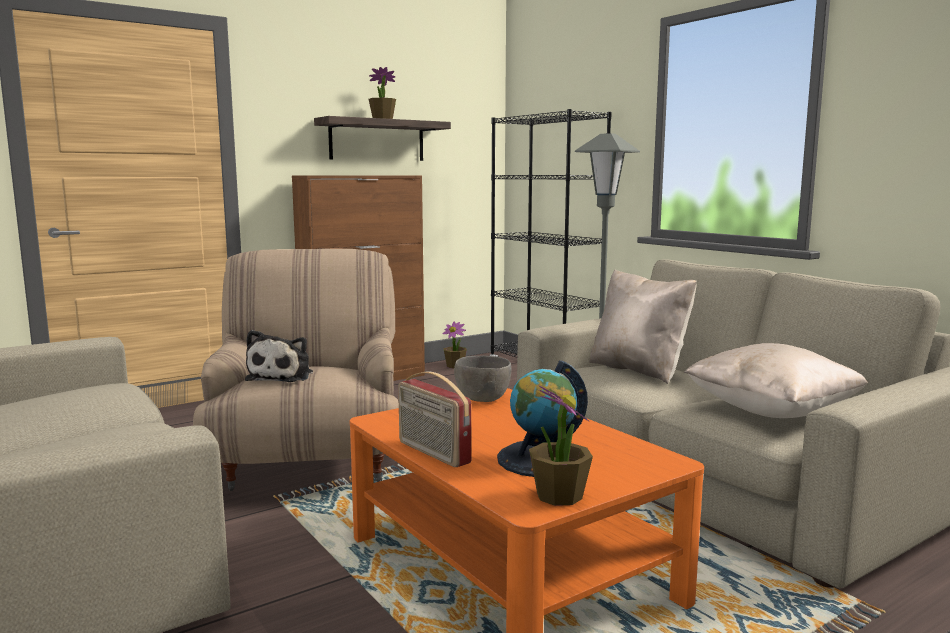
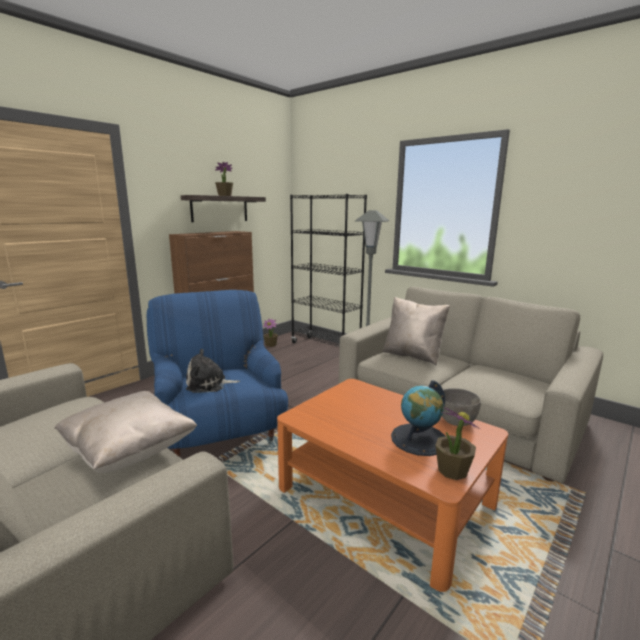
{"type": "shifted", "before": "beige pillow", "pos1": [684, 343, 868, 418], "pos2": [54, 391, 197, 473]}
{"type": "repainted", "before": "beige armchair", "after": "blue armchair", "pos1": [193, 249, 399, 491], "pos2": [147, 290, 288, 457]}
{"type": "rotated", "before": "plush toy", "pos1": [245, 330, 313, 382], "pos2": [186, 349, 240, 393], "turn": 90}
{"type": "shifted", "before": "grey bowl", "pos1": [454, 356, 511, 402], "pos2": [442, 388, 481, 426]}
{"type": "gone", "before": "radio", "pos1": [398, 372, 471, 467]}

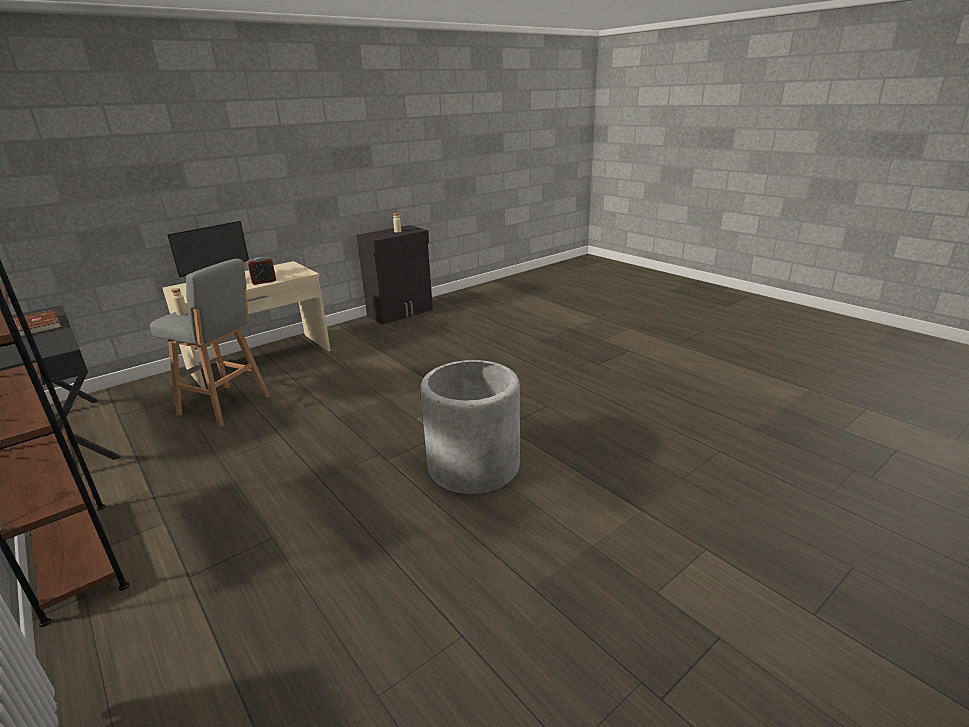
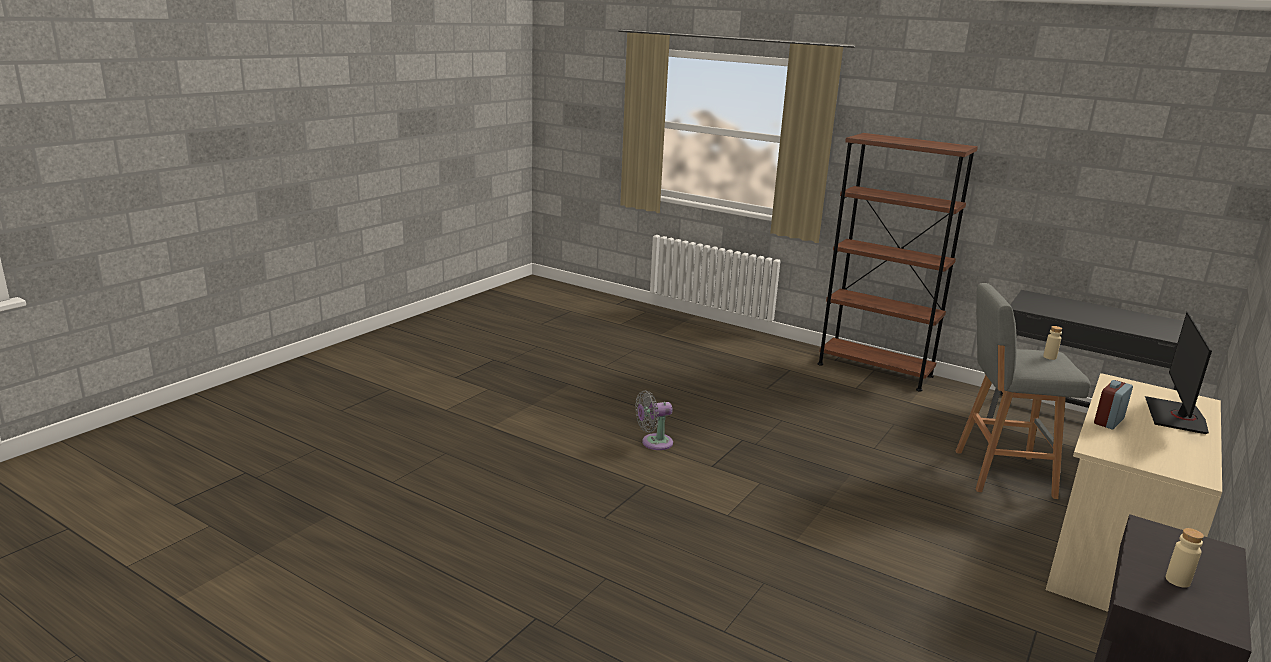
{"type": "swapped", "before": "grey planter", "after": "grey fan", "pos1": [420, 360, 520, 494], "pos2": [635, 390, 673, 450]}
{"type": "gone", "before": "brown book", "pos1": [14, 310, 61, 337]}

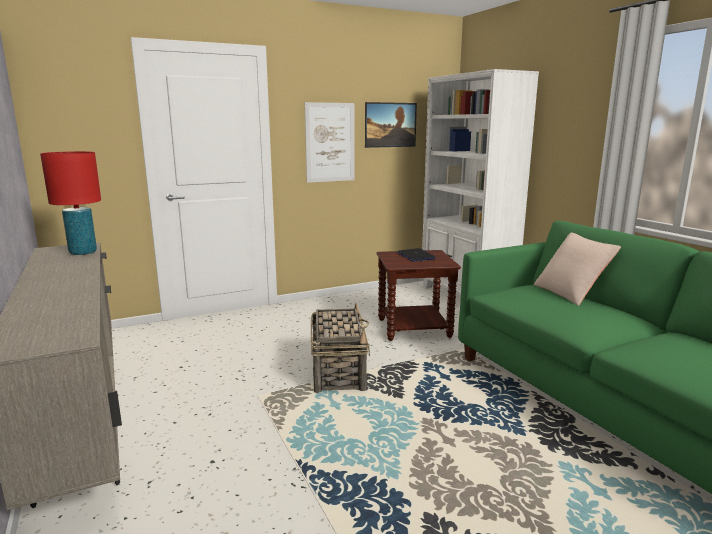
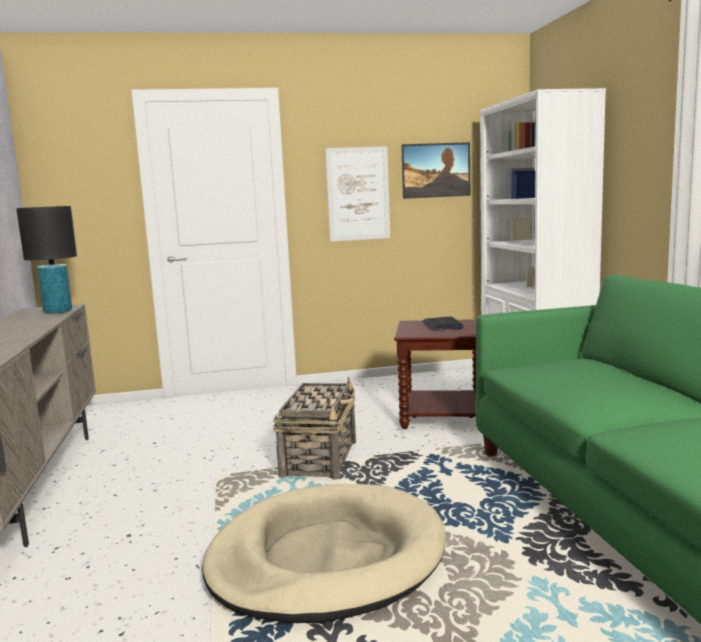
{"type": "repainted", "before": "red table lamp", "after": "black table lamp", "pos1": [40, 151, 101, 255], "pos2": [16, 206, 77, 314]}
{"type": "new", "after": "beige dog bed", "pos2": [202, 484, 446, 623]}
{"type": "gone", "before": "beige pillow", "pos1": [534, 233, 621, 305]}

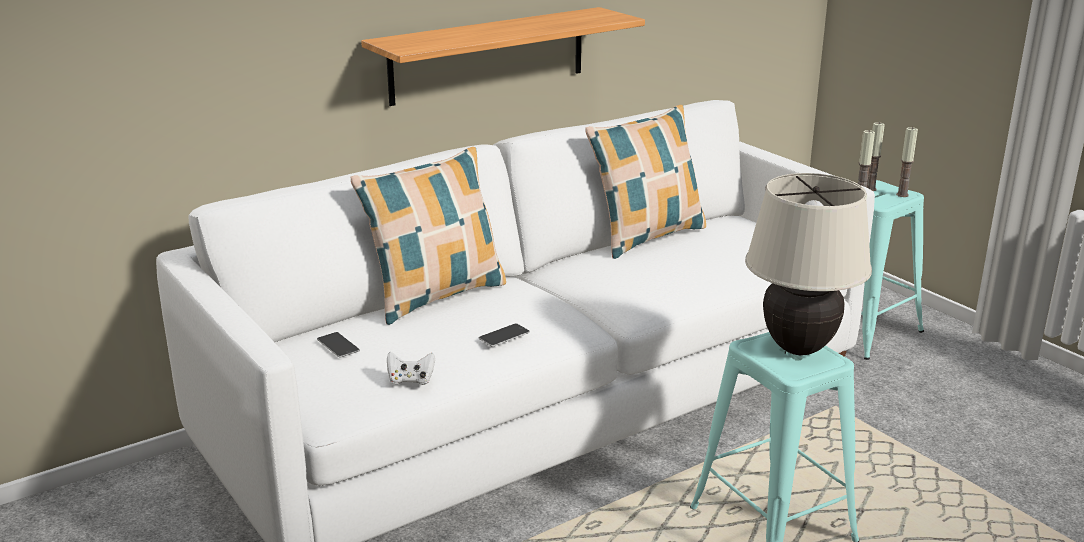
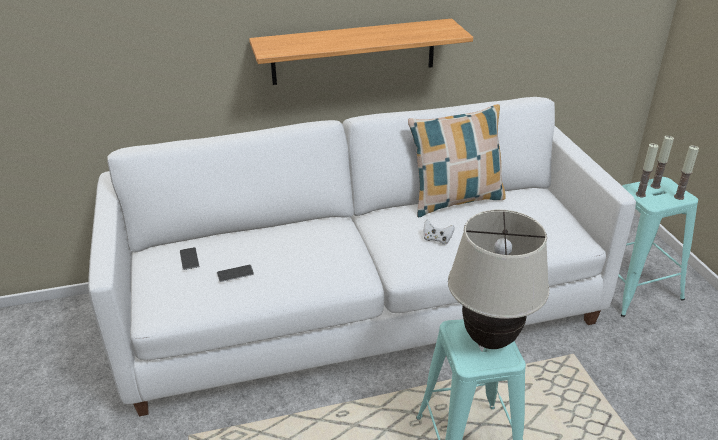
{"type": "shifted", "before": "phone", "pos1": [479, 323, 530, 347], "pos2": [217, 265, 254, 282]}
{"type": "shifted", "before": "white game controller", "pos1": [387, 352, 435, 385], "pos2": [423, 220, 455, 245]}
{"type": "gone", "before": "pillow", "pos1": [350, 147, 506, 325]}

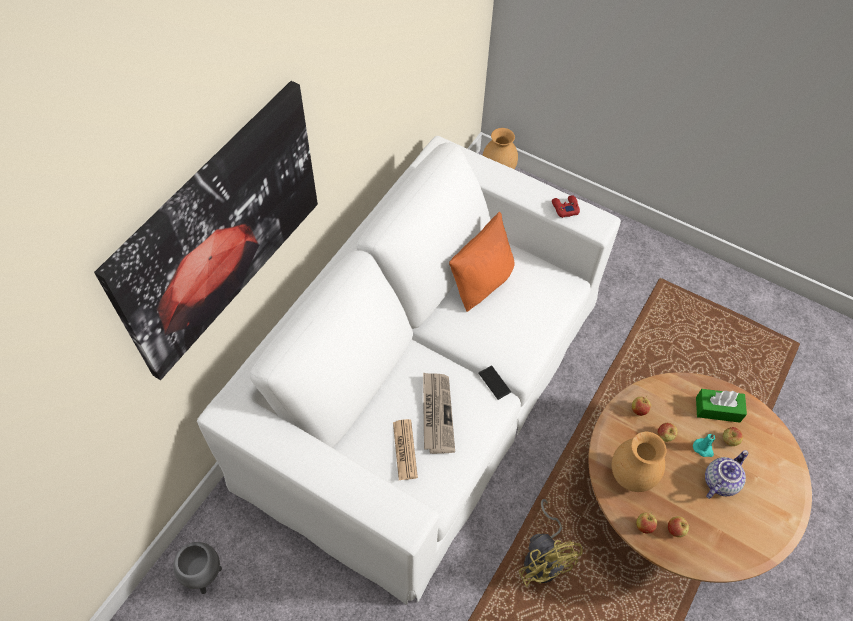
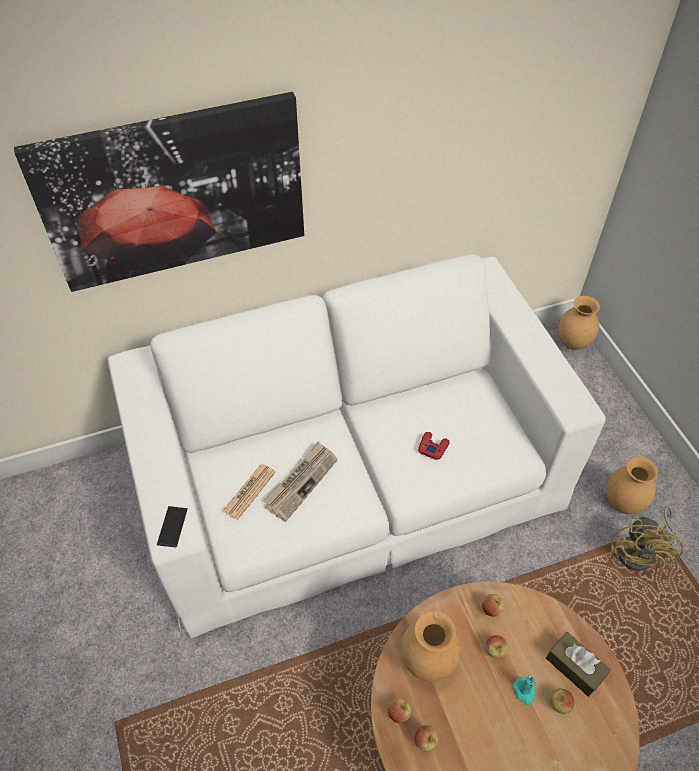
{"type": "shifted", "before": "phone", "pos1": [478, 365, 511, 400], "pos2": [157, 506, 188, 548]}
{"type": "shifted", "before": "red game controller", "pos1": [552, 195, 580, 218], "pos2": [418, 432, 450, 460]}
{"type": "repainted", "before": "green tissue box", "after": "brown tissue box", "pos1": [696, 389, 747, 423], "pos2": [546, 632, 611, 697]}
{"type": "new", "after": "brown vase", "pos2": [607, 457, 658, 514]}
{"type": "shifted", "before": "yellow fan", "pos1": [519, 499, 583, 587], "pos2": [611, 506, 684, 571]}
{"type": "gone", "before": "grey planter", "pos1": [173, 542, 222, 594]}
{"type": "gone", "before": "orange pillow", "pos1": [449, 212, 514, 312]}
{"type": "gone", "before": "teapot", "pos1": [705, 450, 748, 499]}

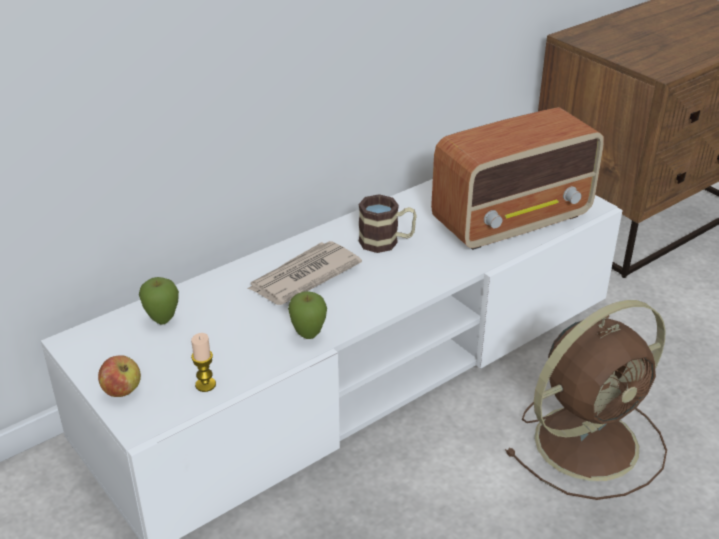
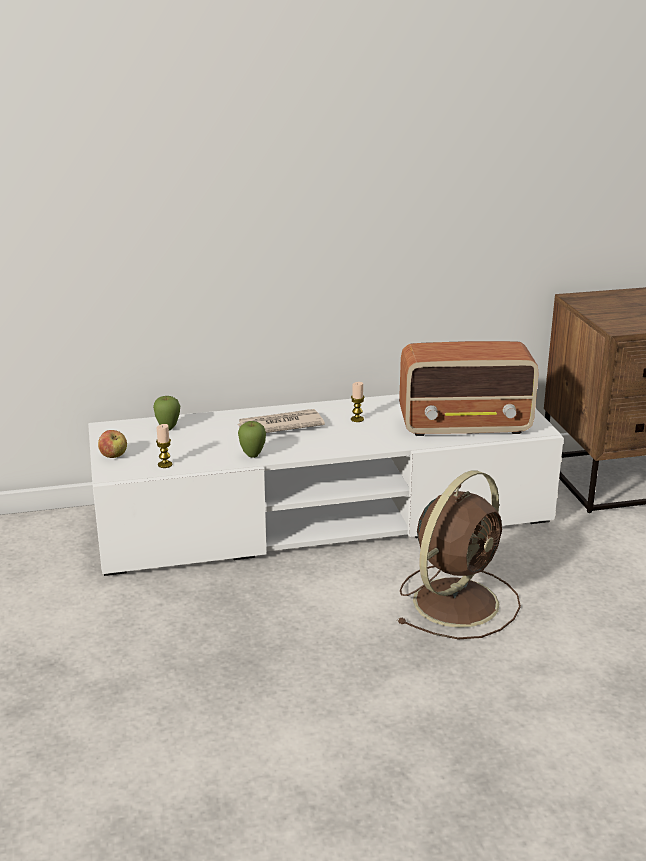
{"type": "swapped", "before": "mug", "after": "candle", "pos1": [359, 194, 417, 253], "pos2": [351, 382, 364, 422]}
{"type": "rotated", "before": "brown fan", "pos1": [505, 300, 667, 500], "pos2": [397, 471, 521, 639], "turn": -45}

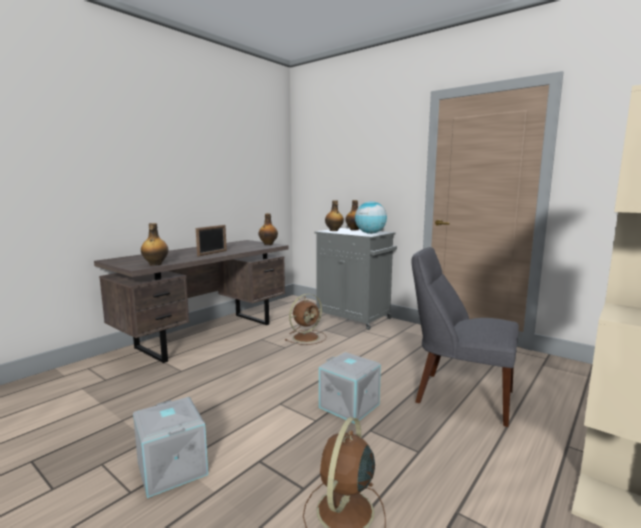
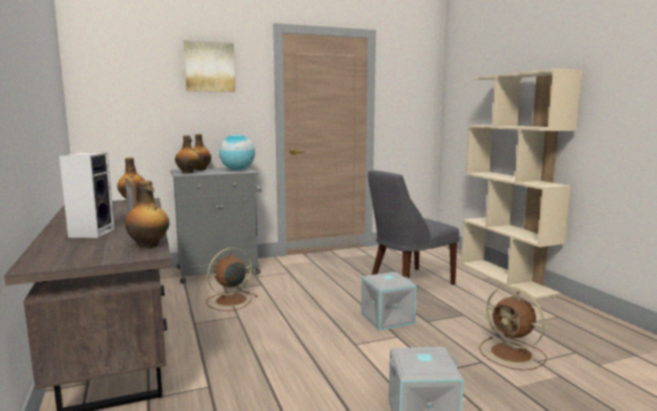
{"type": "new", "after": "speaker", "pos2": [59, 153, 115, 238]}
{"type": "new", "after": "picture", "pos2": [184, 40, 235, 92]}
{"type": "rotated", "before": "brown fan", "pos1": [285, 294, 327, 345], "pos2": [206, 248, 258, 311], "turn": -120}

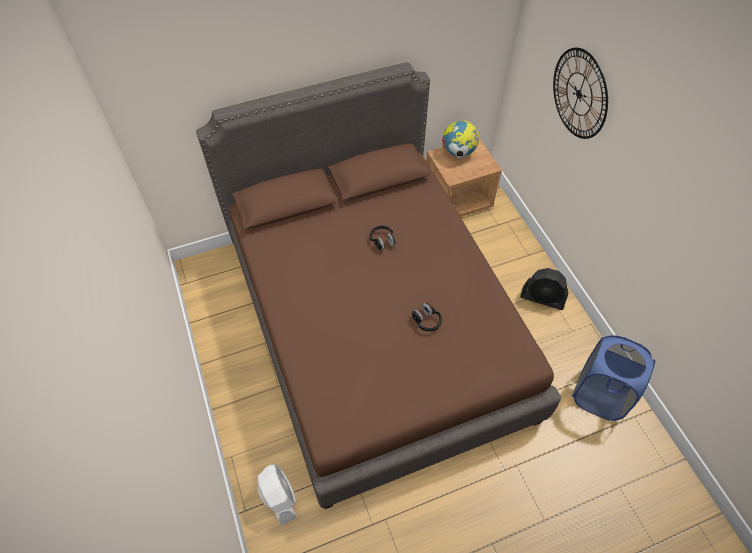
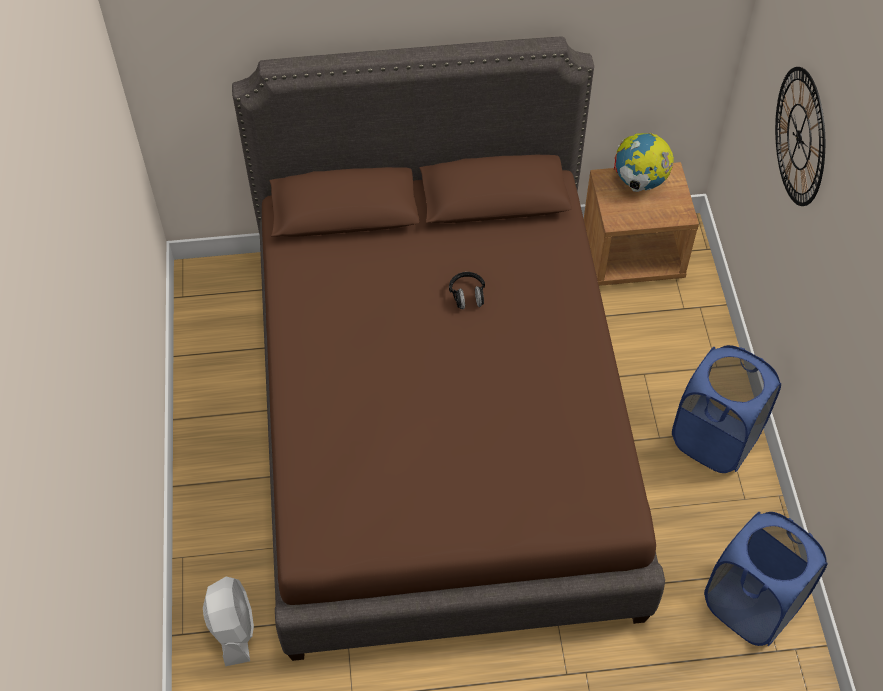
{"type": "swapped", "before": "black fan", "after": "blue laundry basket", "pos1": [520, 268, 568, 310], "pos2": [672, 345, 781, 473]}
{"type": "gone", "before": "black headphones", "pos1": [412, 303, 442, 331]}

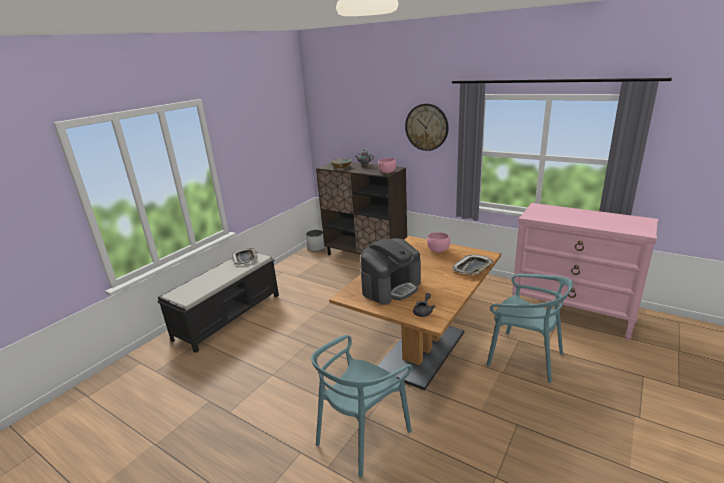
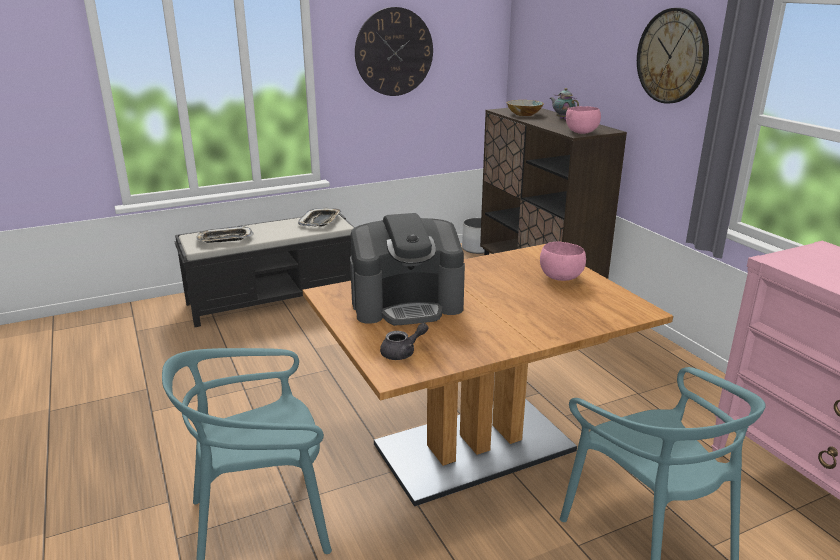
{"type": "shifted", "before": "tray", "pos1": [452, 255, 493, 274], "pos2": [196, 226, 253, 243]}
{"type": "new", "after": "wall clock", "pos2": [355, 7, 433, 96]}

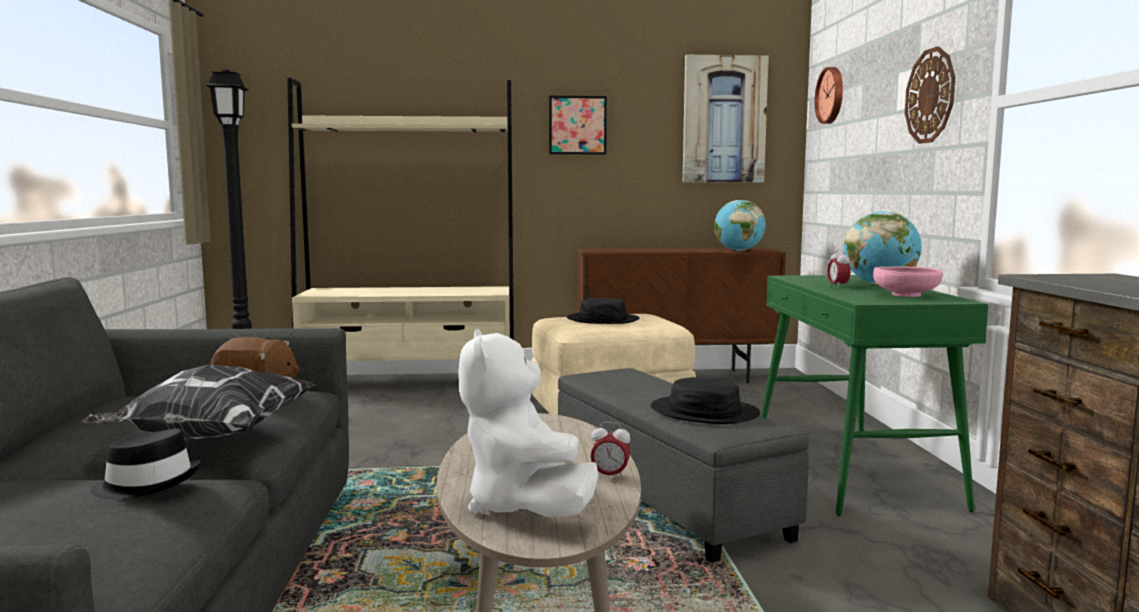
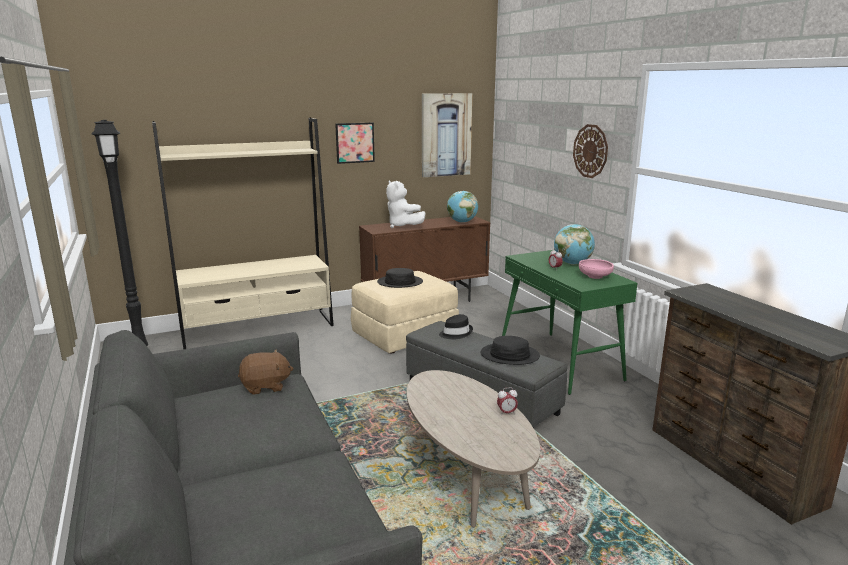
{"type": "shifted", "before": "white plush toy", "pos1": [458, 329, 599, 517], "pos2": [386, 181, 425, 228]}
{"type": "shifted", "before": "black hat", "pos1": [90, 429, 201, 500], "pos2": [439, 314, 473, 339]}
{"type": "gone", "before": "pillow", "pos1": [82, 364, 315, 439]}
{"type": "gone", "before": "wall clock", "pos1": [815, 67, 843, 124]}

